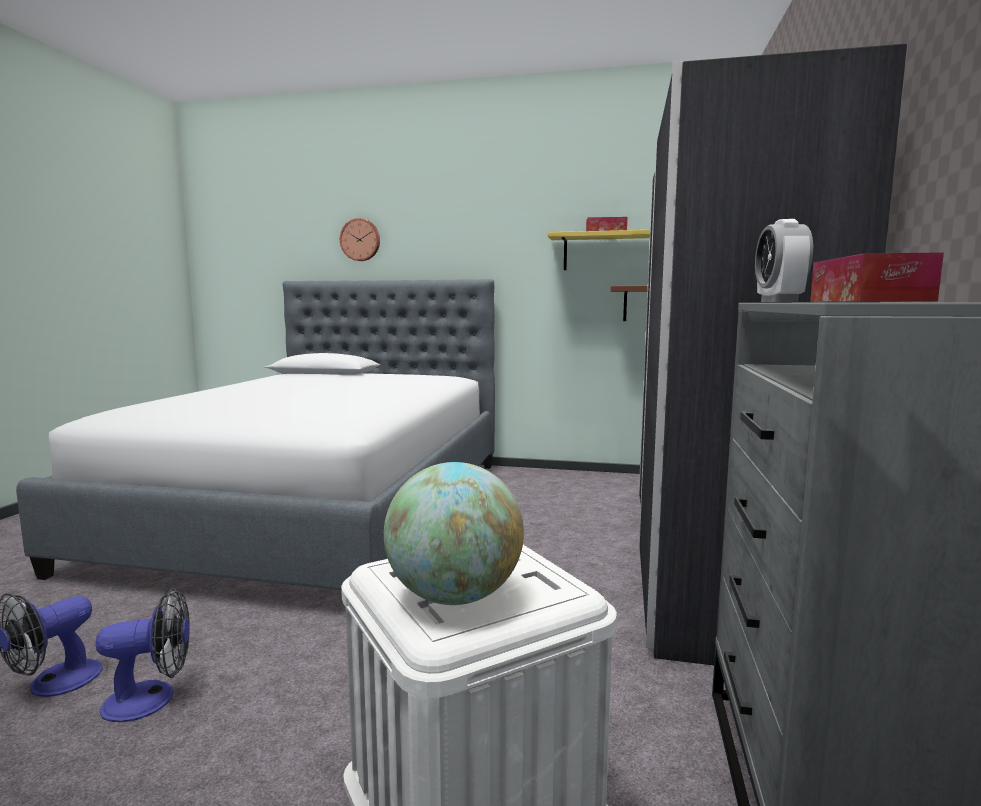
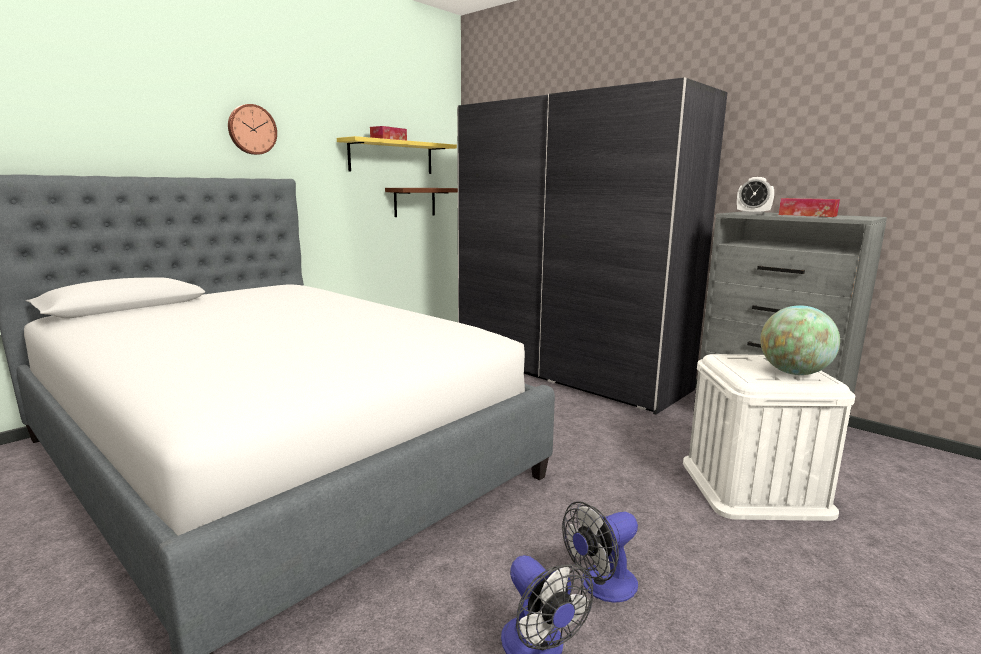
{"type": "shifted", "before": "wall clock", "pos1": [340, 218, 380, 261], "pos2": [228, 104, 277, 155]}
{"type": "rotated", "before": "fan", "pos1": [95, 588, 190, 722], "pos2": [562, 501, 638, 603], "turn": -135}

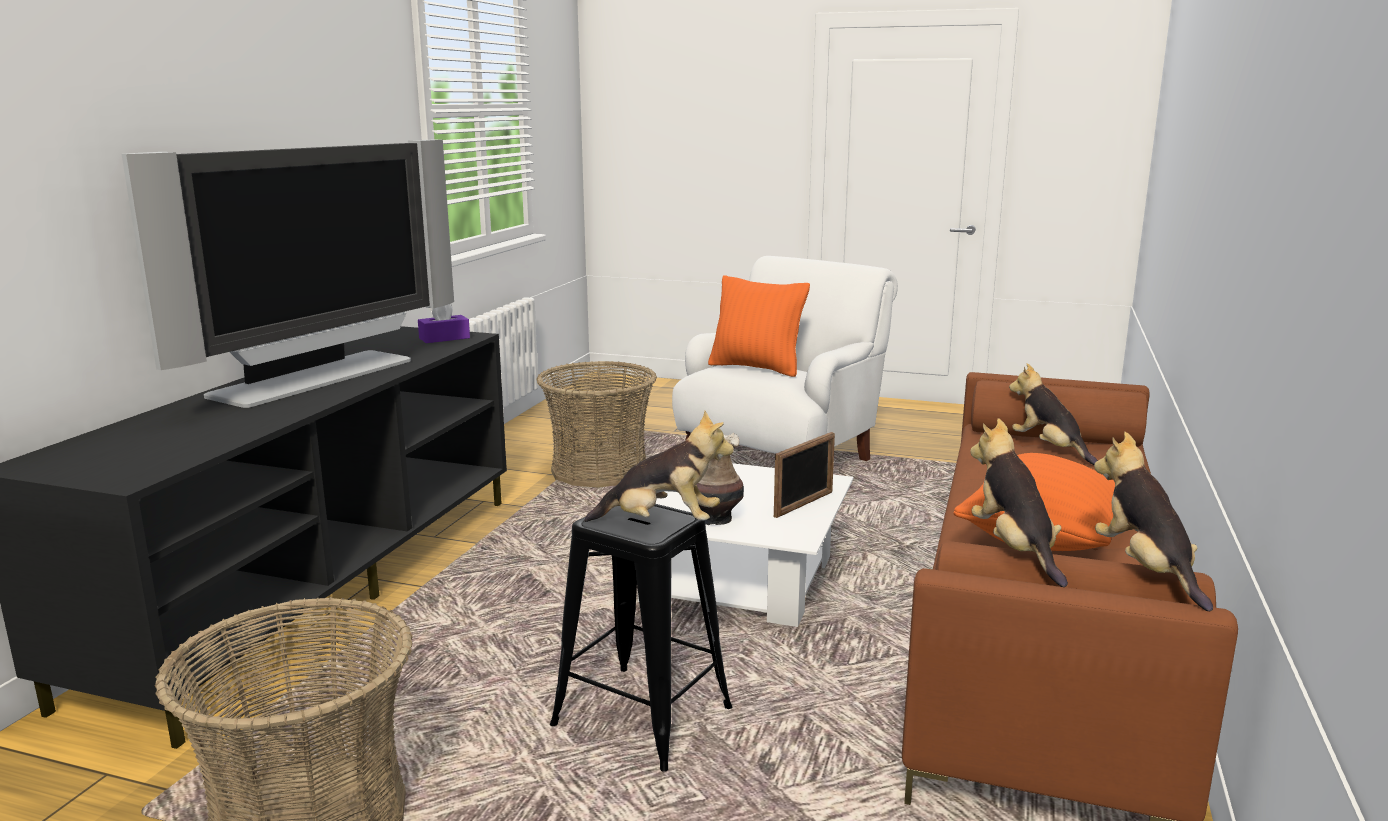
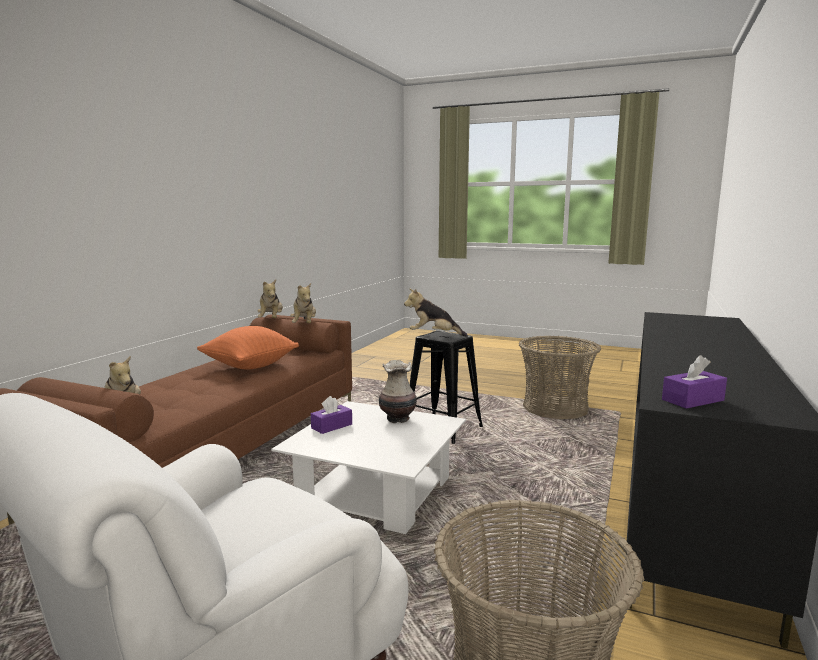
{"type": "swapped", "before": "picture frame", "after": "purple tissue box", "pos1": [774, 432, 835, 518], "pos2": [311, 396, 352, 434]}
{"type": "gone", "before": "television", "pos1": [121, 139, 454, 408]}
{"type": "gone", "before": "orange pillow", "pos1": [708, 275, 810, 377]}

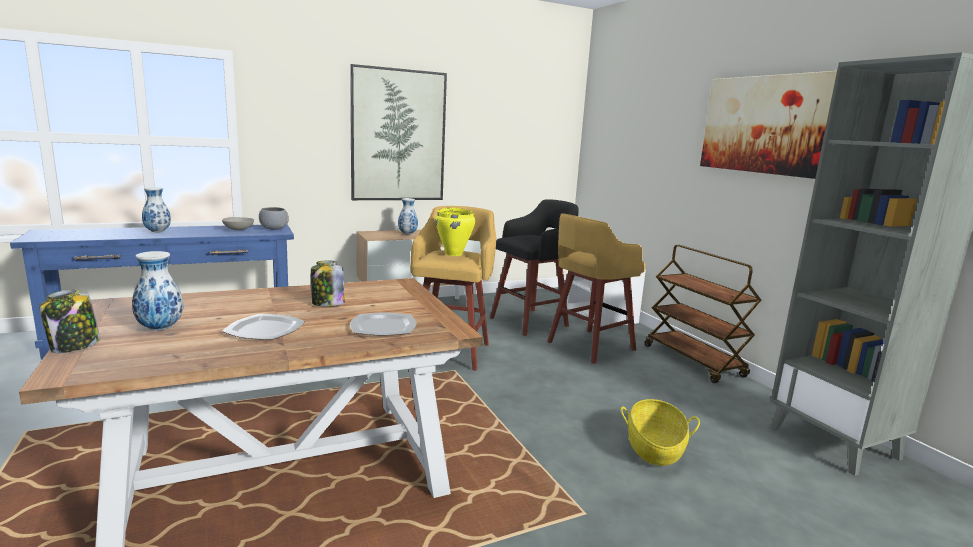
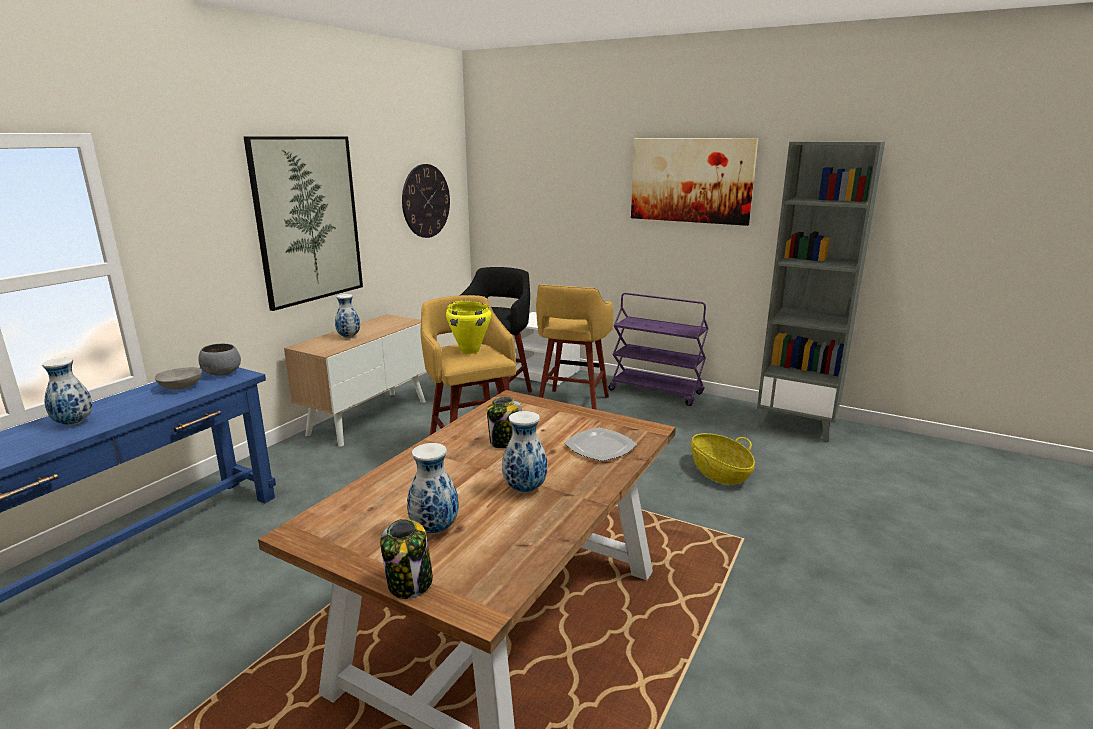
{"type": "new", "after": "wall clock", "pos2": [402, 164, 450, 238]}
{"type": "swapped", "before": "plate", "after": "vase", "pos1": [222, 314, 305, 340], "pos2": [502, 411, 548, 493]}
{"type": "repainted", "before": "brown cart", "after": "purple cart", "pos1": [645, 245, 761, 383], "pos2": [608, 293, 709, 406]}

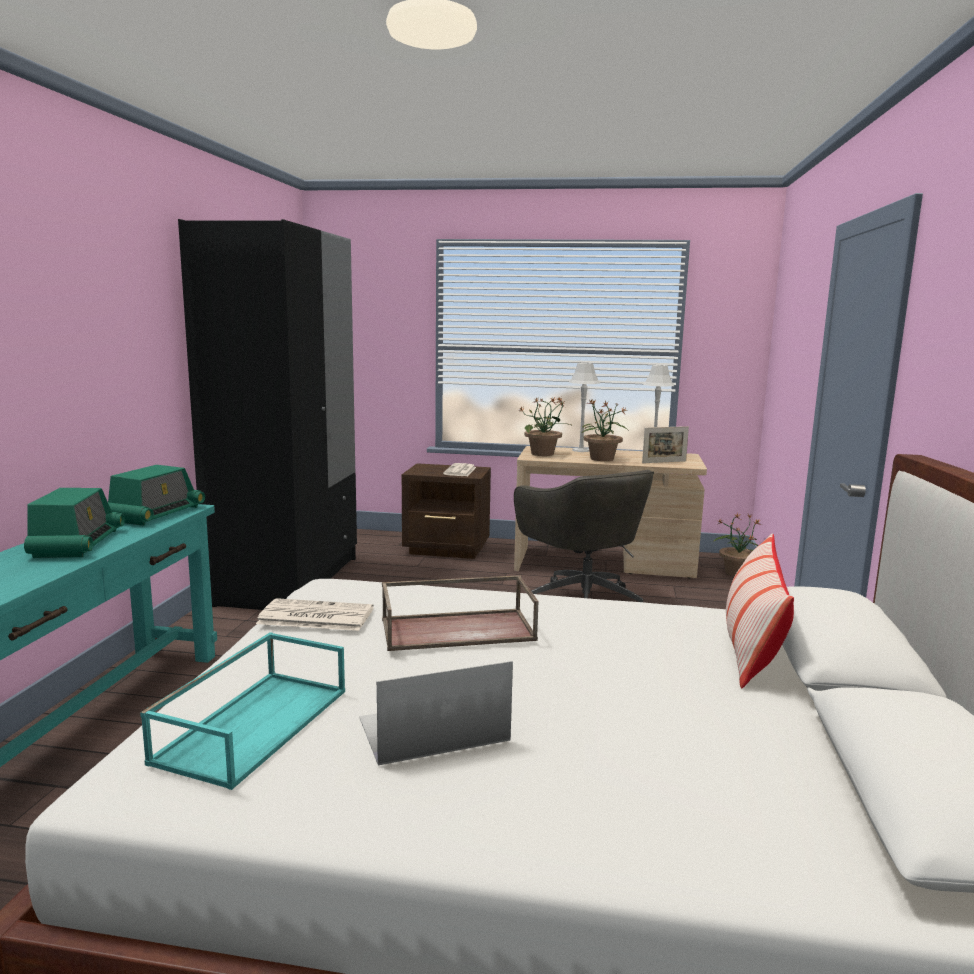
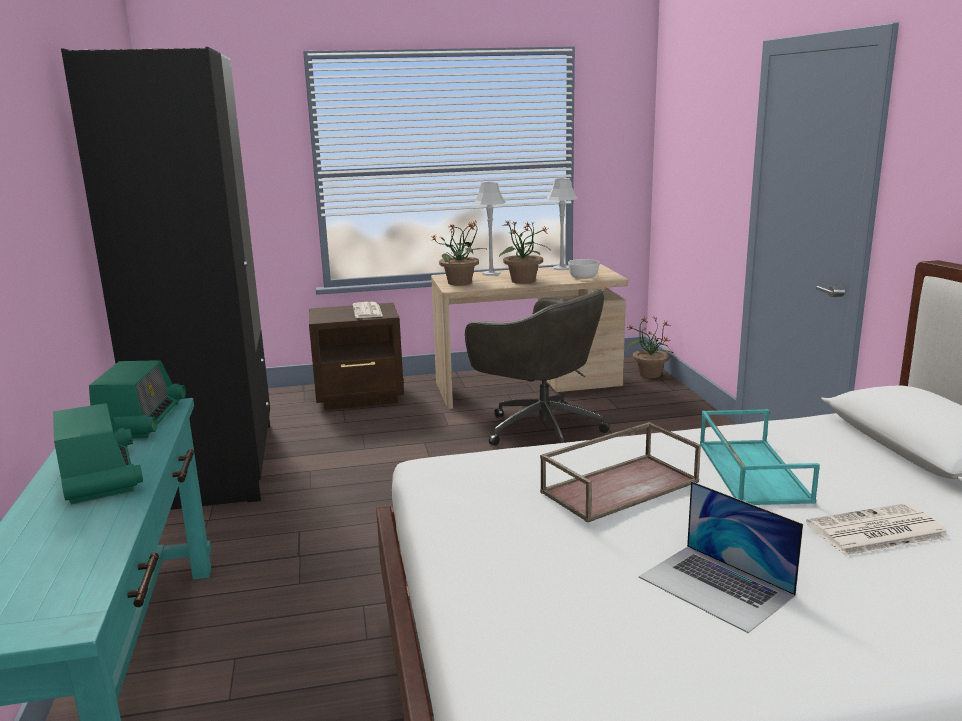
{"type": "swapped", "before": "picture frame", "after": "white bowl", "pos1": [642, 426, 689, 463], "pos2": [568, 259, 599, 279]}
{"type": "rotated", "before": "laptop", "pos1": [359, 661, 513, 765], "pos2": [639, 481, 803, 633], "turn": -90}
{"type": "shifted", "before": "turquoise tray", "pos1": [140, 632, 345, 790], "pos2": [700, 409, 820, 505]}
{"type": "shifted", "before": "newspaper", "pos1": [256, 598, 374, 631], "pos2": [806, 503, 950, 556]}
{"type": "gone", "before": "pillow", "pos1": [726, 533, 794, 688]}

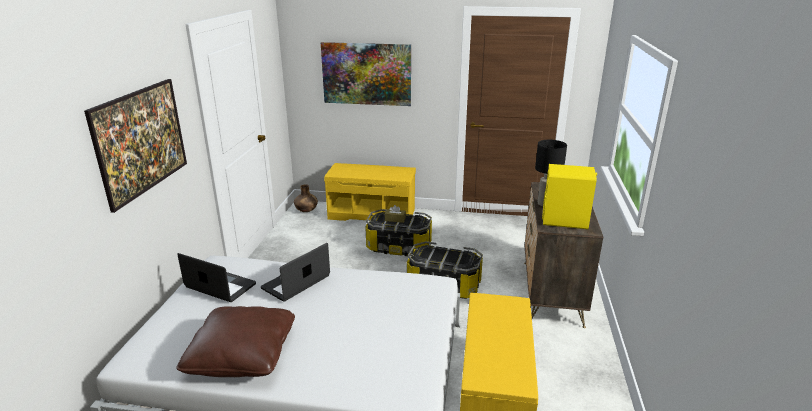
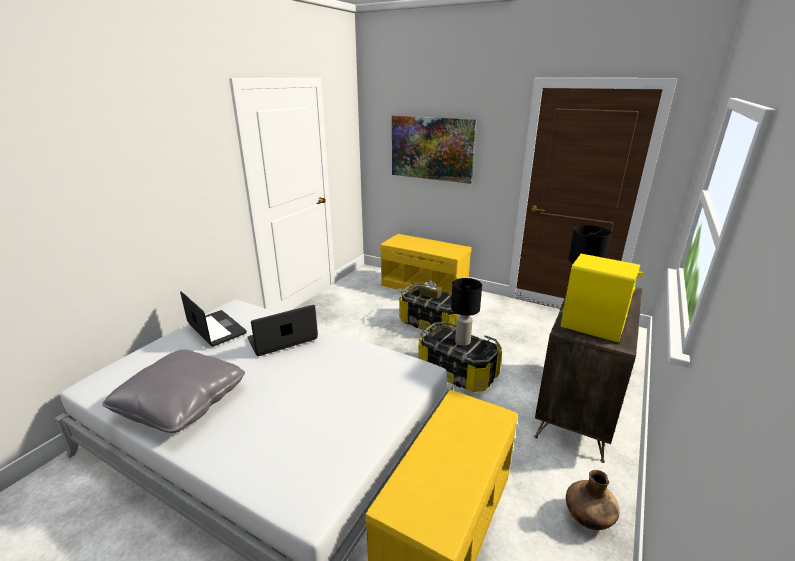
{"type": "repainted", "before": "brown pillow", "after": "grey pillow", "pos1": [176, 306, 295, 377], "pos2": [102, 350, 245, 433]}
{"type": "new", "after": "black table lamp", "pos2": [451, 278, 482, 346]}
{"type": "shifted", "before": "brown vase", "pos1": [294, 184, 318, 212], "pos2": [566, 470, 620, 530]}
{"type": "gone", "before": "picture", "pos1": [84, 79, 187, 213]}

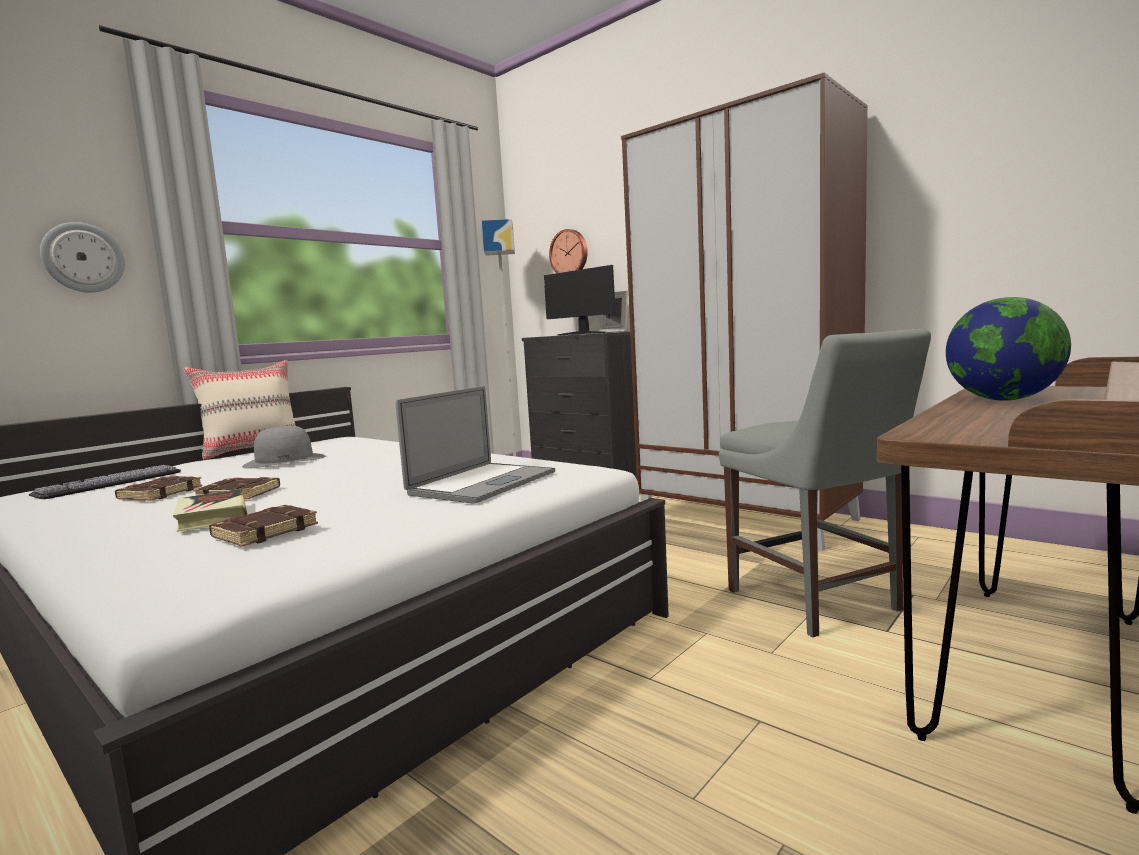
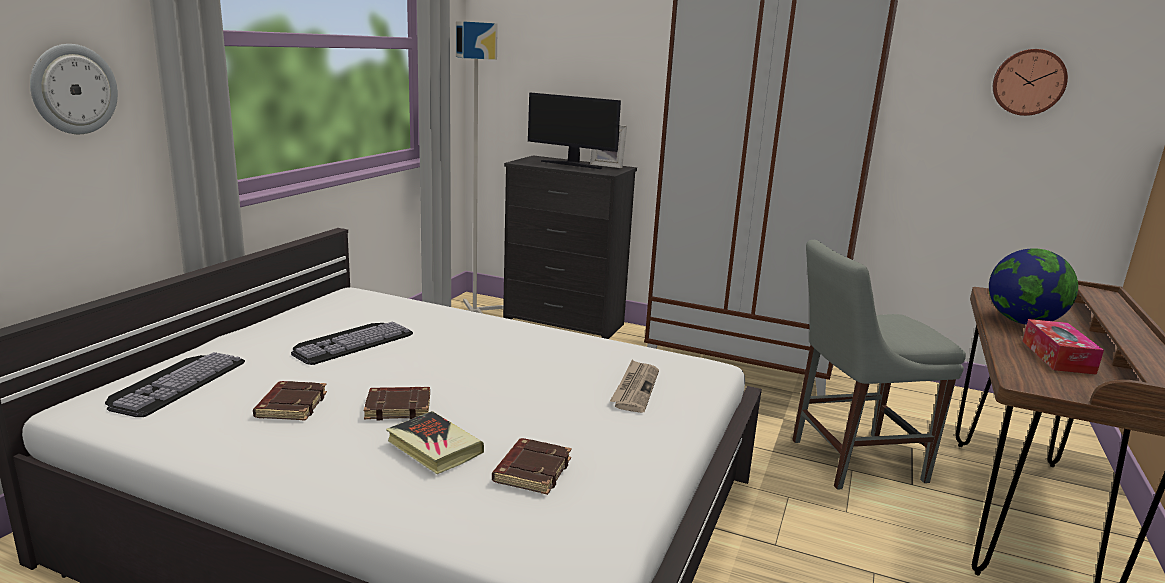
{"type": "swapped", "before": "grey hat", "after": "keyboard", "pos1": [242, 426, 325, 469], "pos2": [291, 321, 413, 365]}
{"type": "swapped", "before": "laptop", "after": "newspaper", "pos1": [395, 386, 555, 504], "pos2": [610, 359, 659, 413]}
{"type": "rotated", "before": "grey chair", "pos1": [719, 329, 931, 637], "pos2": [792, 240, 966, 490], "turn": 120}
{"type": "shifted", "before": "wall clock", "pos1": [549, 229, 588, 273], "pos2": [993, 49, 1068, 116]}
{"type": "new", "after": "tissue box", "pos2": [1022, 319, 1104, 375]}
{"type": "gone", "before": "beige pillow", "pos1": [184, 360, 296, 460]}

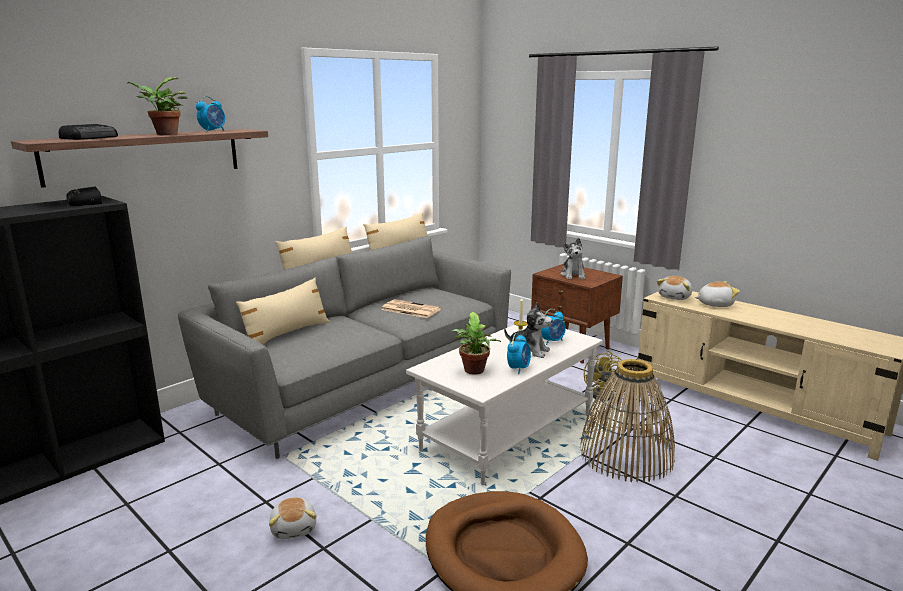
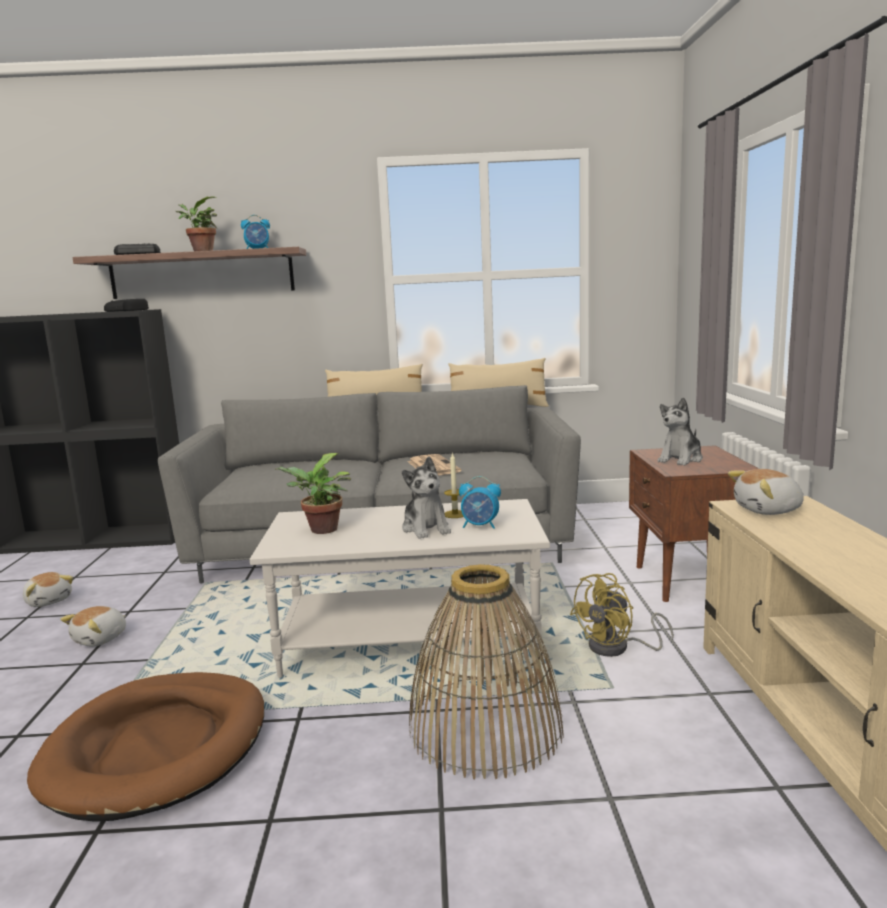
{"type": "shifted", "before": "plush toy", "pos1": [695, 281, 740, 307], "pos2": [23, 572, 73, 607]}
{"type": "gone", "before": "beige pillow", "pos1": [236, 278, 330, 345]}
{"type": "gone", "before": "alarm clock", "pos1": [507, 333, 531, 374]}

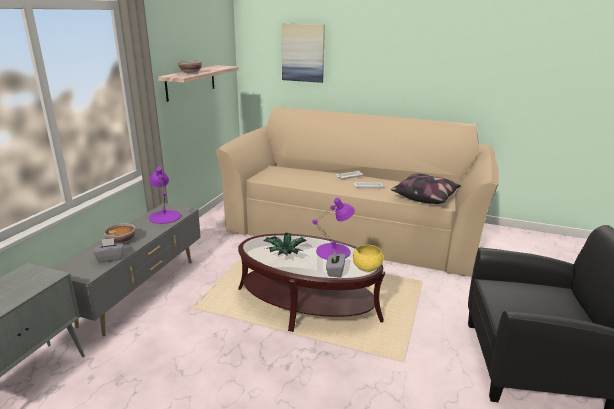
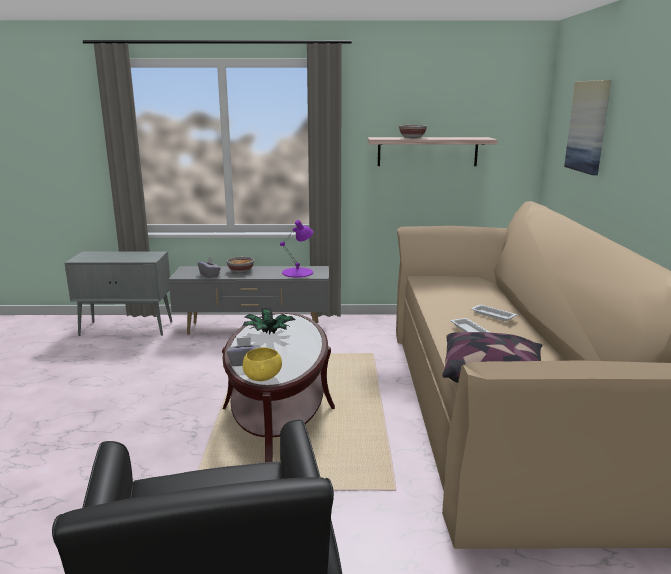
{"type": "gone", "before": "purple table lamp", "pos1": [312, 198, 355, 260]}

